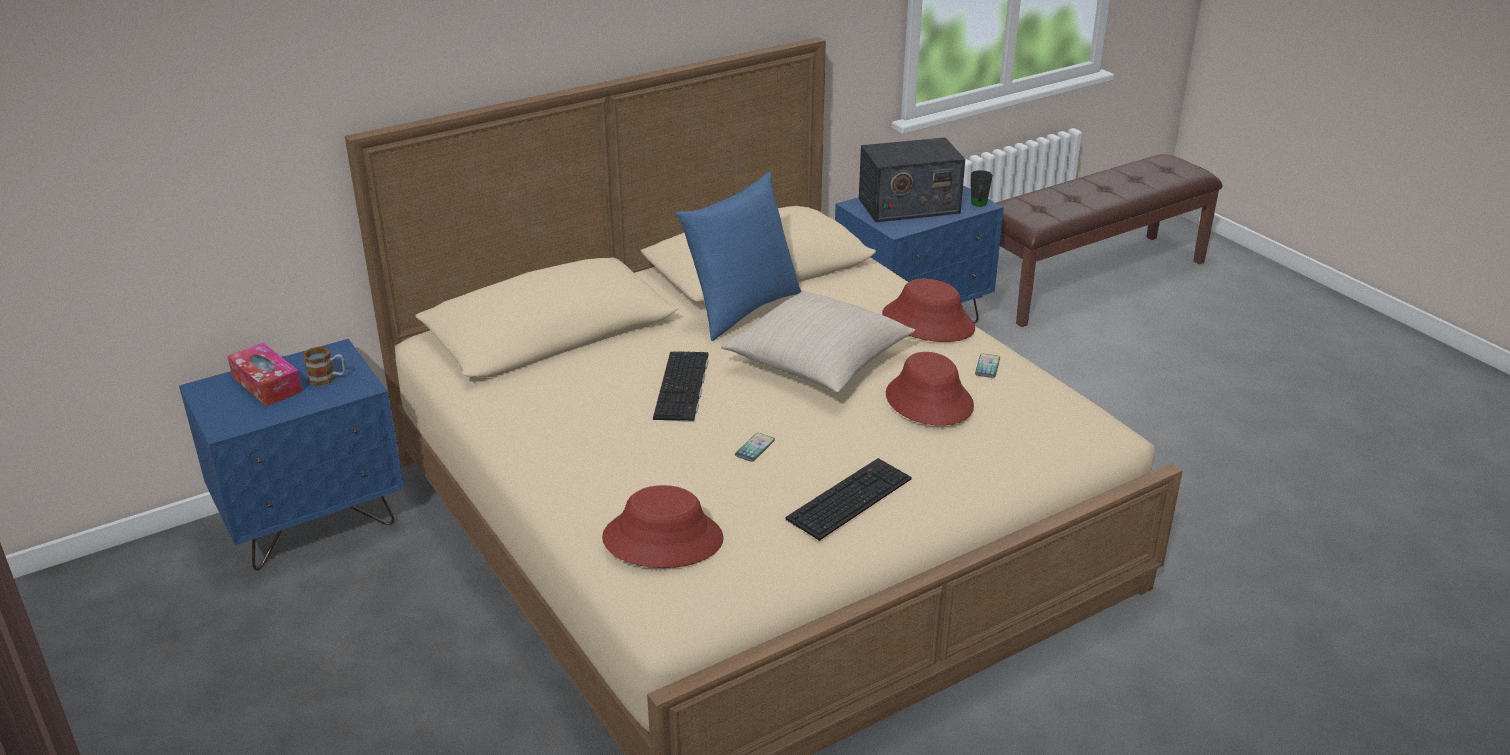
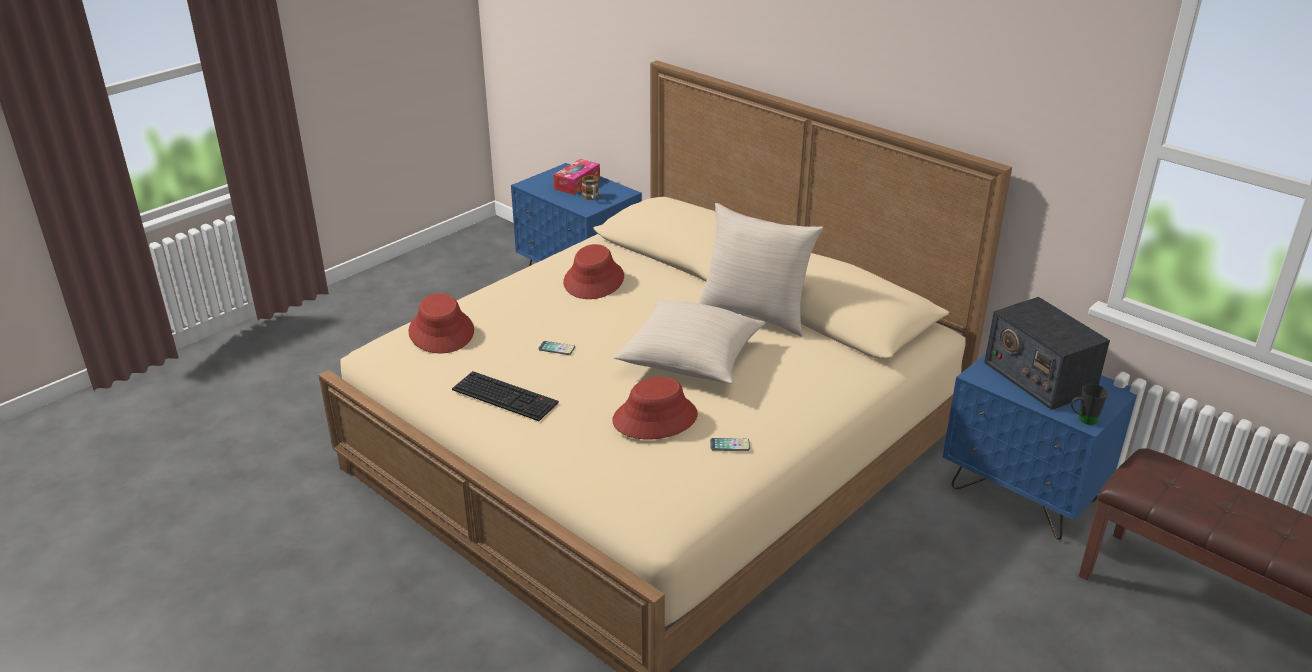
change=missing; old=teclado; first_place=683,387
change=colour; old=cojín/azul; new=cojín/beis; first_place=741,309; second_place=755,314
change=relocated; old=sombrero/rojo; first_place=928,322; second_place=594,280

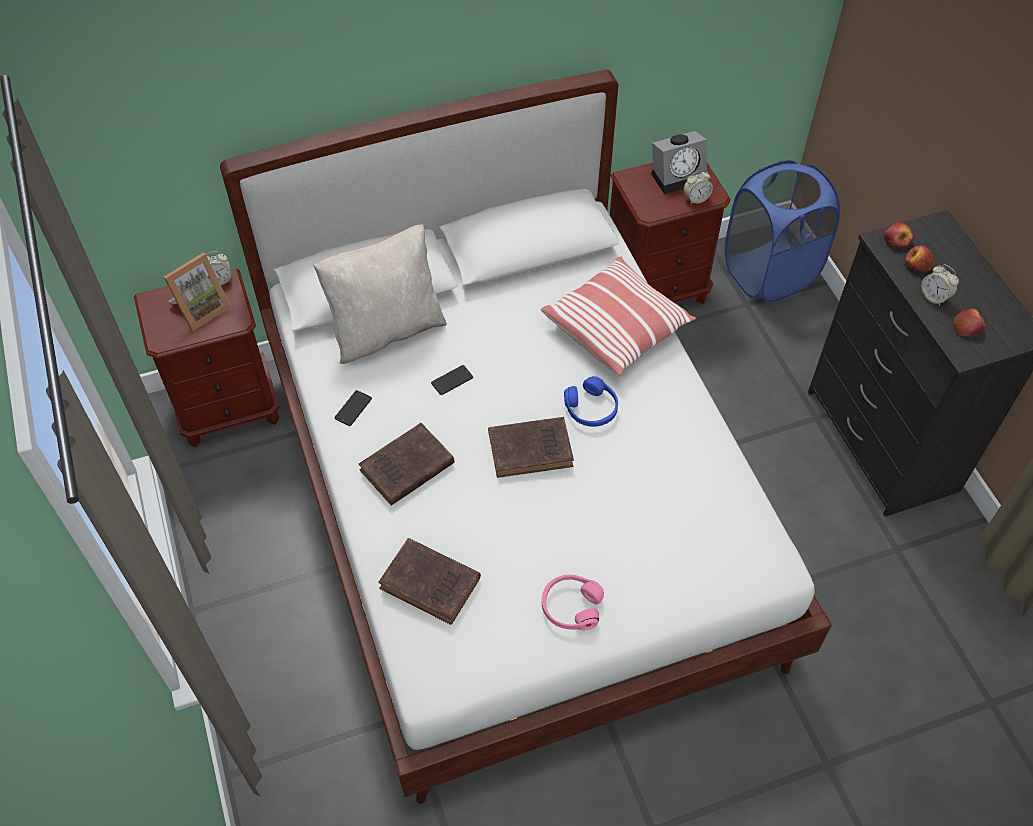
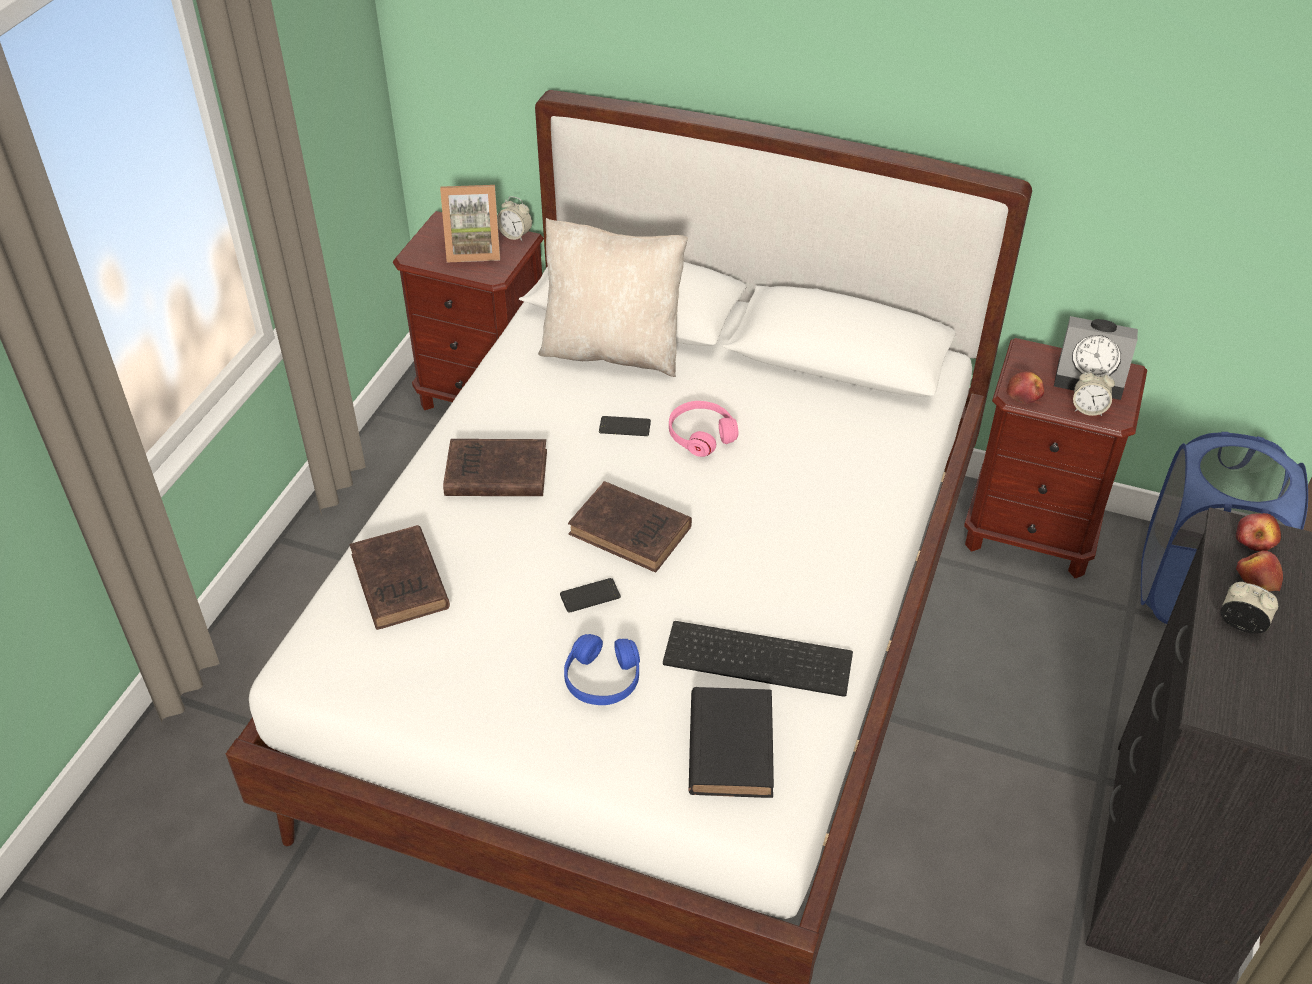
change=relocated; old=móvil; first_place=353,408; second_place=590,596
change=missing; old=cojín; first_place=617,327
change=relocated; old=auriculares/rosa; first_place=571,606; second_place=701,435
change=relocated; old=auriculares/azul; first_place=591,408; second_place=602,679
change=spun; old=despertador; first_place=934,296; second_place=1241,625; degrees=120
change=relocated; old=manzana; first_place=967,327; second_place=1024,394
change=appeared; new=teclado; second_place=760,656
change=appeared; new=libro/negro; second_place=731,743

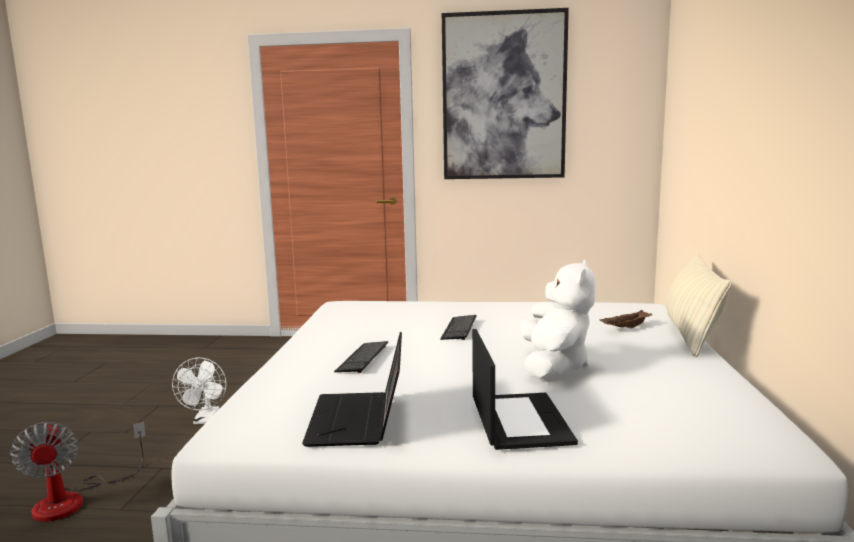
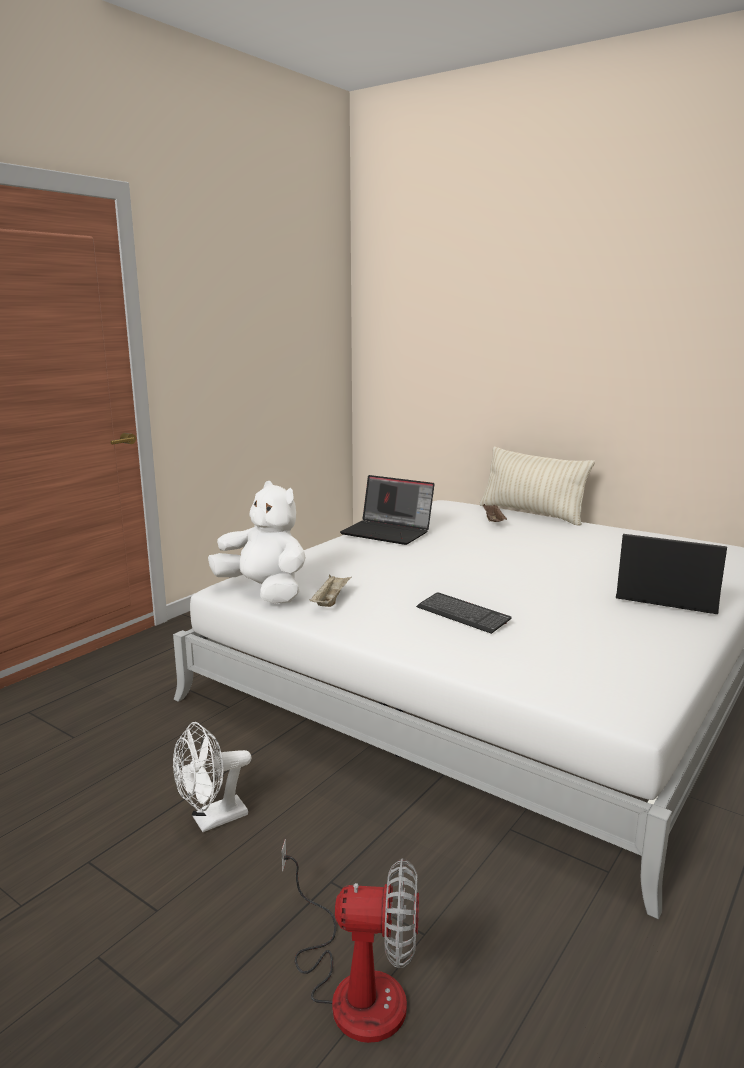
change=spun; old=ventilador/blanco; first_place=205,420; second_place=212,820; degrees=120
change=relocated; old=portátil; first_place=359,420; second_place=388,532
change=missing; old=teclado; first_place=459,329
change=missing; old=cuadro; first_place=503,97
change=relocated; old=peluche/blanco; first_place=554,367; second_place=264,592
change=appeared; new=bandeja/beis; second_place=330,601

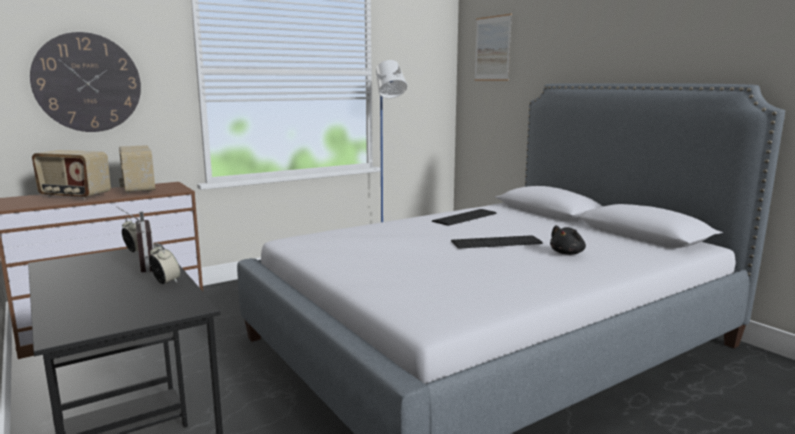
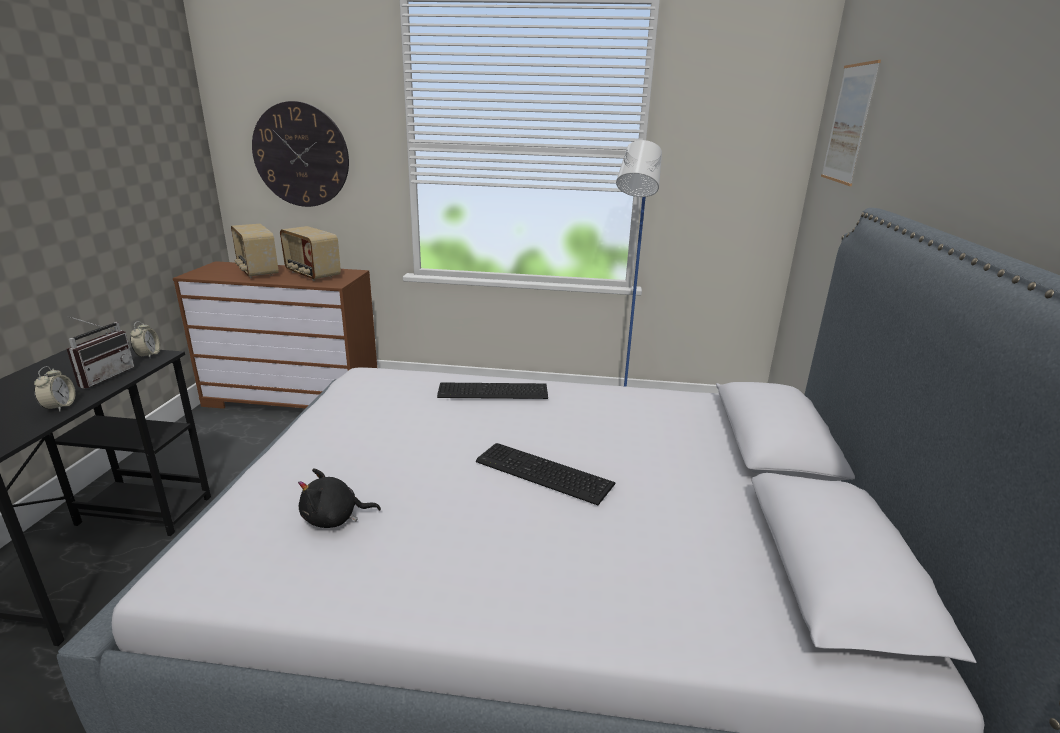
change=spun; old=radio; first_place=138,189; second_place=312,274; degrees=-60
change=relocated; old=teclado; first_place=466,217; second_place=494,392
change=relocated; old=peluche/negro; first_place=567,253; second_place=334,519

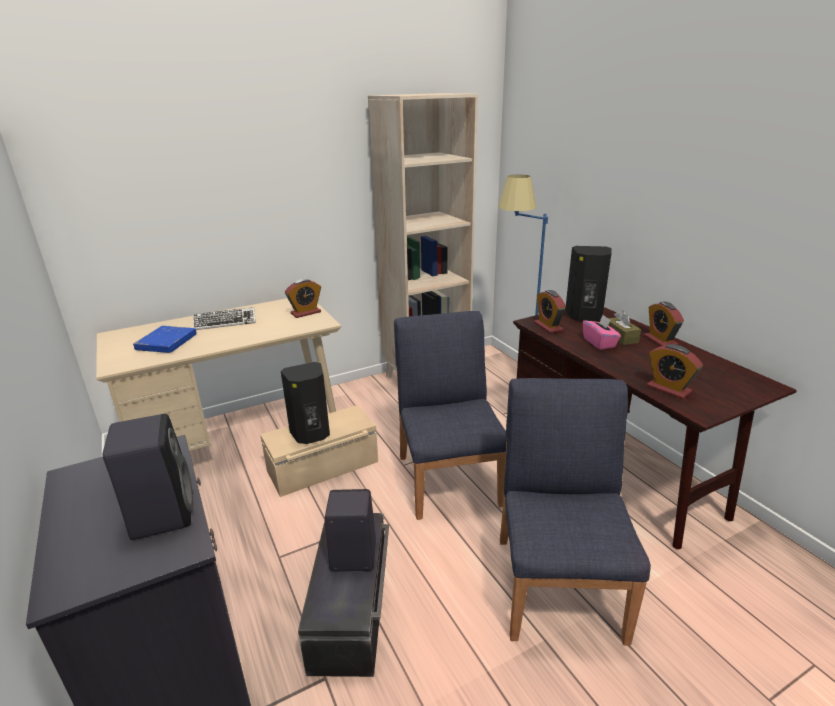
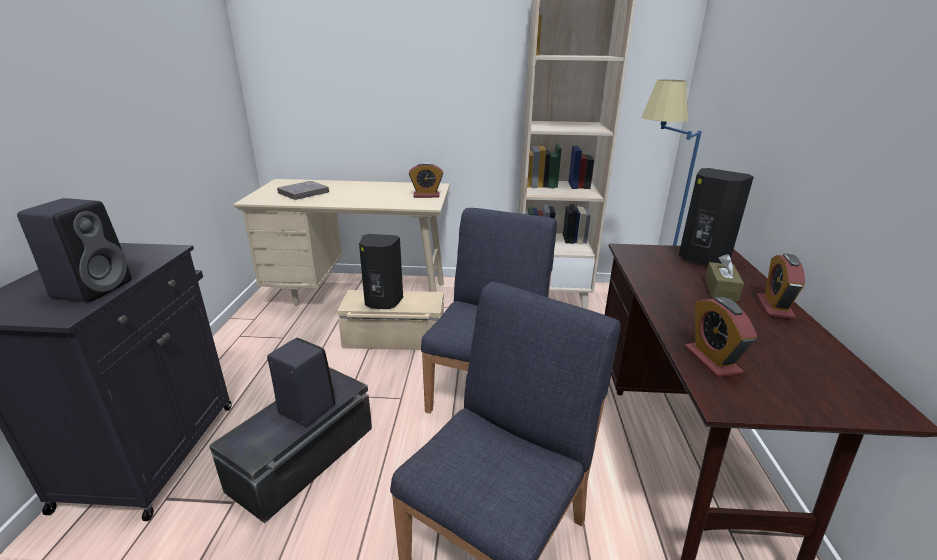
change=colour; old=libro/azul; new=libro/gris; first_place=167,343; second_place=304,193
change=missing; old=teclado; first_place=225,322
change=missing; old=despertador; first_place=548,327
change=missing; old=caja de pañuelos/rosa; first_place=599,343

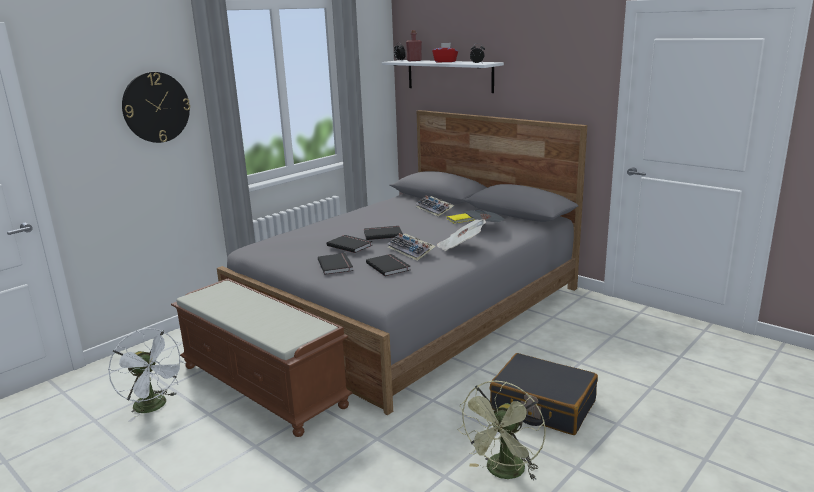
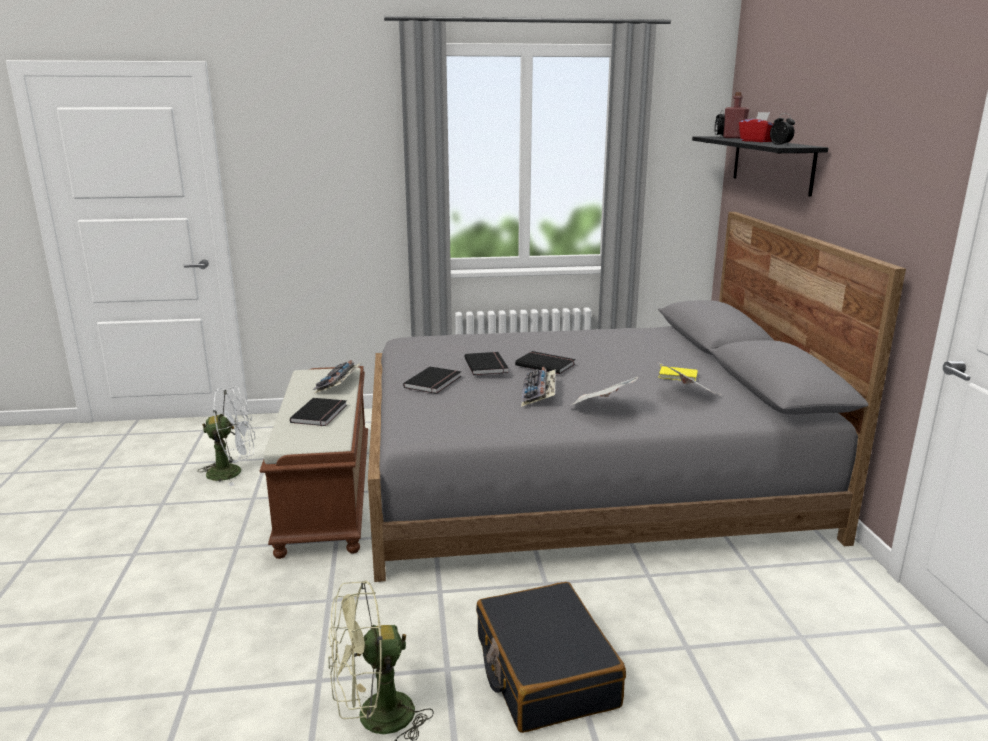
change=spun; old=ventilador/blanco; first_place=155,406; second_place=232,472; degrees=-90
change=missing; old=reloj de pared; first_place=156,107
change=relocated; old=libro/negro; first_place=389,266; second_place=321,414
change=colour; old=estante/blanco; new=estante/negro; first_place=449,75; second_place=772,164
change=relocated; old=teclado; first_place=435,210; second_place=338,383

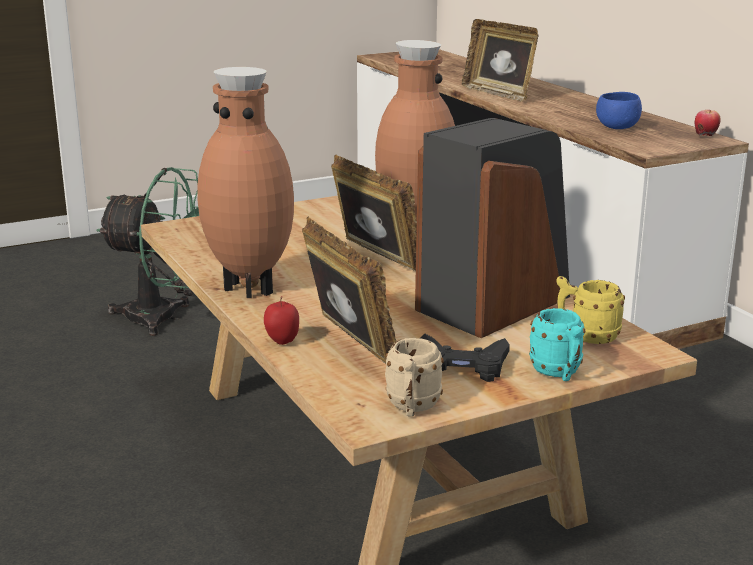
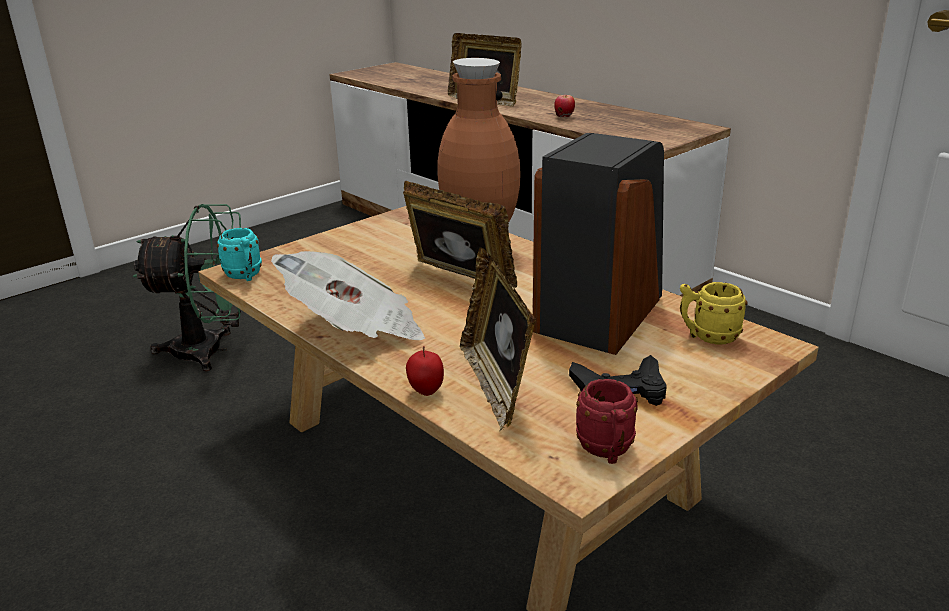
change=exchanged; old=florero/marrón; new=periódico; first_place=251,288; second_place=356,330
change=spun; old=portarretratos; first_place=348,346; second_place=496,386; degrees=-150
change=colour; old=taza grande/beis; new=taza grande/rojo; first_place=412,407; second_place=607,451
change=relocated; old=taza grande/turquesa; first_place=559,373; second_place=245,276
change=missing; old=cuenco/azul; first_place=617,127
change=relocated; old=manzana; first_place=705,136; second_place=564,117

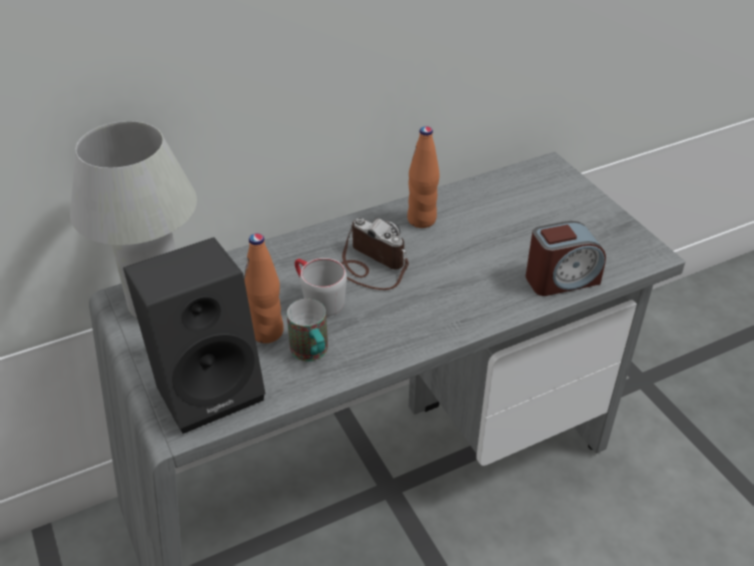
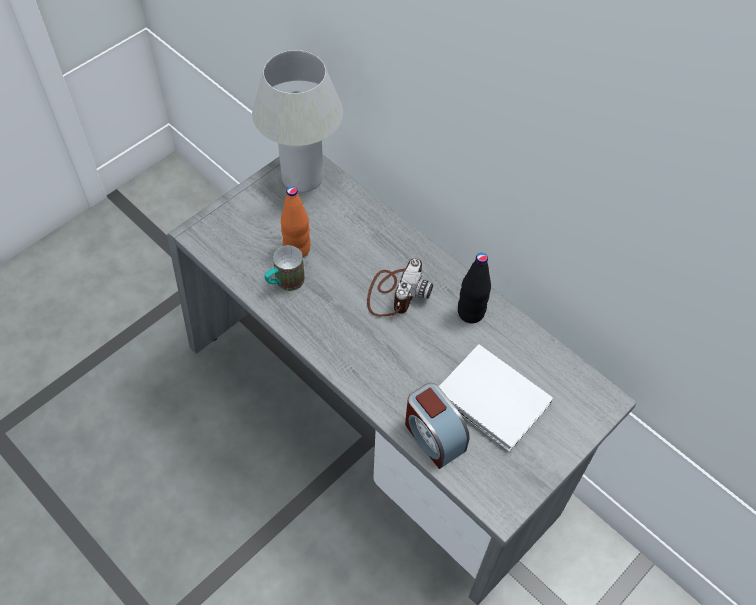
change=missing; old=altavoz/negro; first_place=209,386
change=missing; old=taza grande/gris; first_place=317,298
change=colour; old=botella/naranja; new=botella/negro; first_place=422,220; second_place=470,313
change=appeared; new=libro/blanco; second_place=494,401

